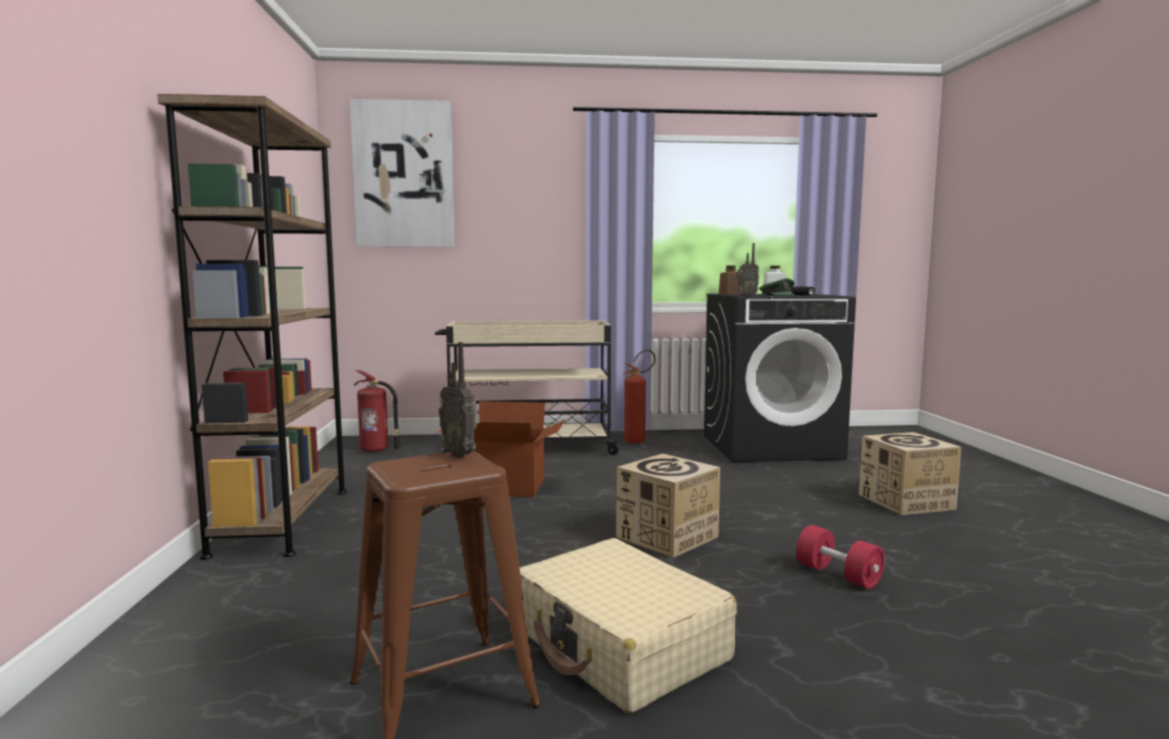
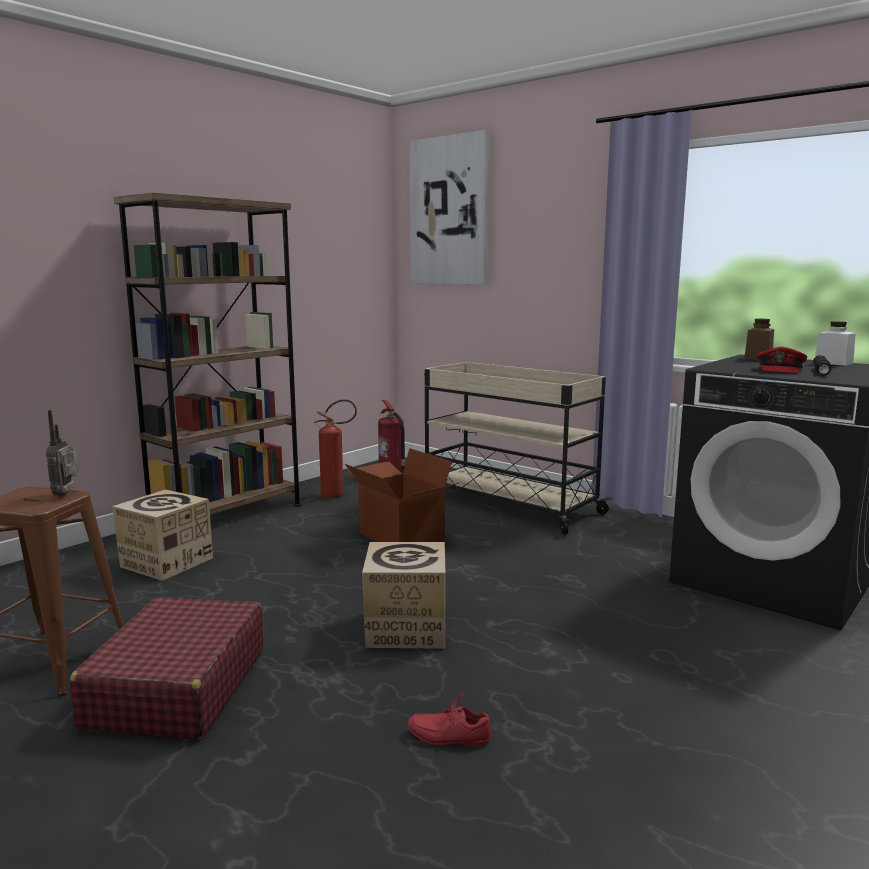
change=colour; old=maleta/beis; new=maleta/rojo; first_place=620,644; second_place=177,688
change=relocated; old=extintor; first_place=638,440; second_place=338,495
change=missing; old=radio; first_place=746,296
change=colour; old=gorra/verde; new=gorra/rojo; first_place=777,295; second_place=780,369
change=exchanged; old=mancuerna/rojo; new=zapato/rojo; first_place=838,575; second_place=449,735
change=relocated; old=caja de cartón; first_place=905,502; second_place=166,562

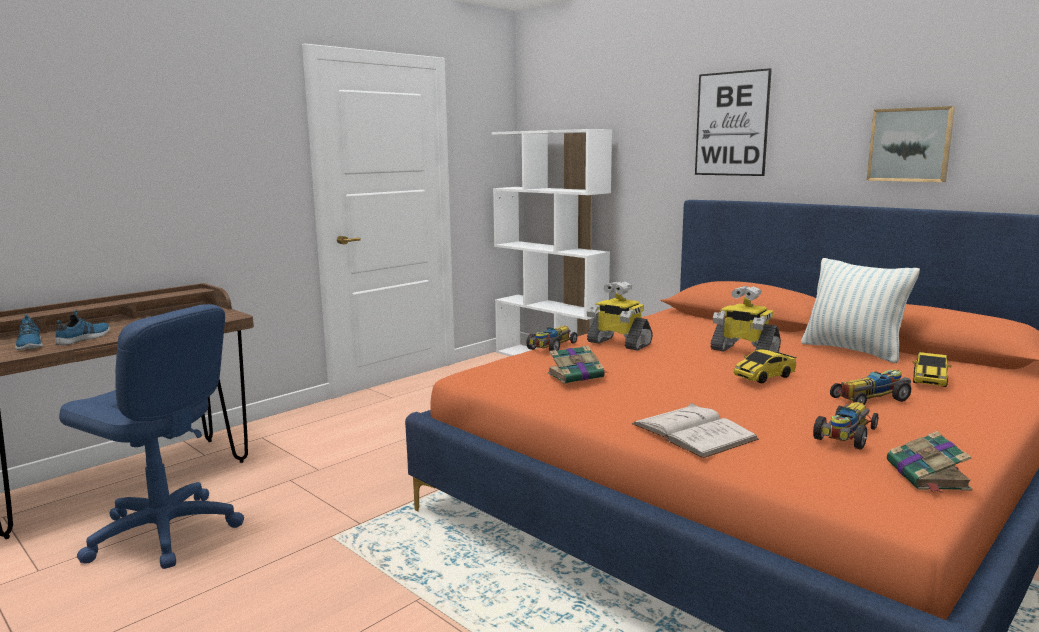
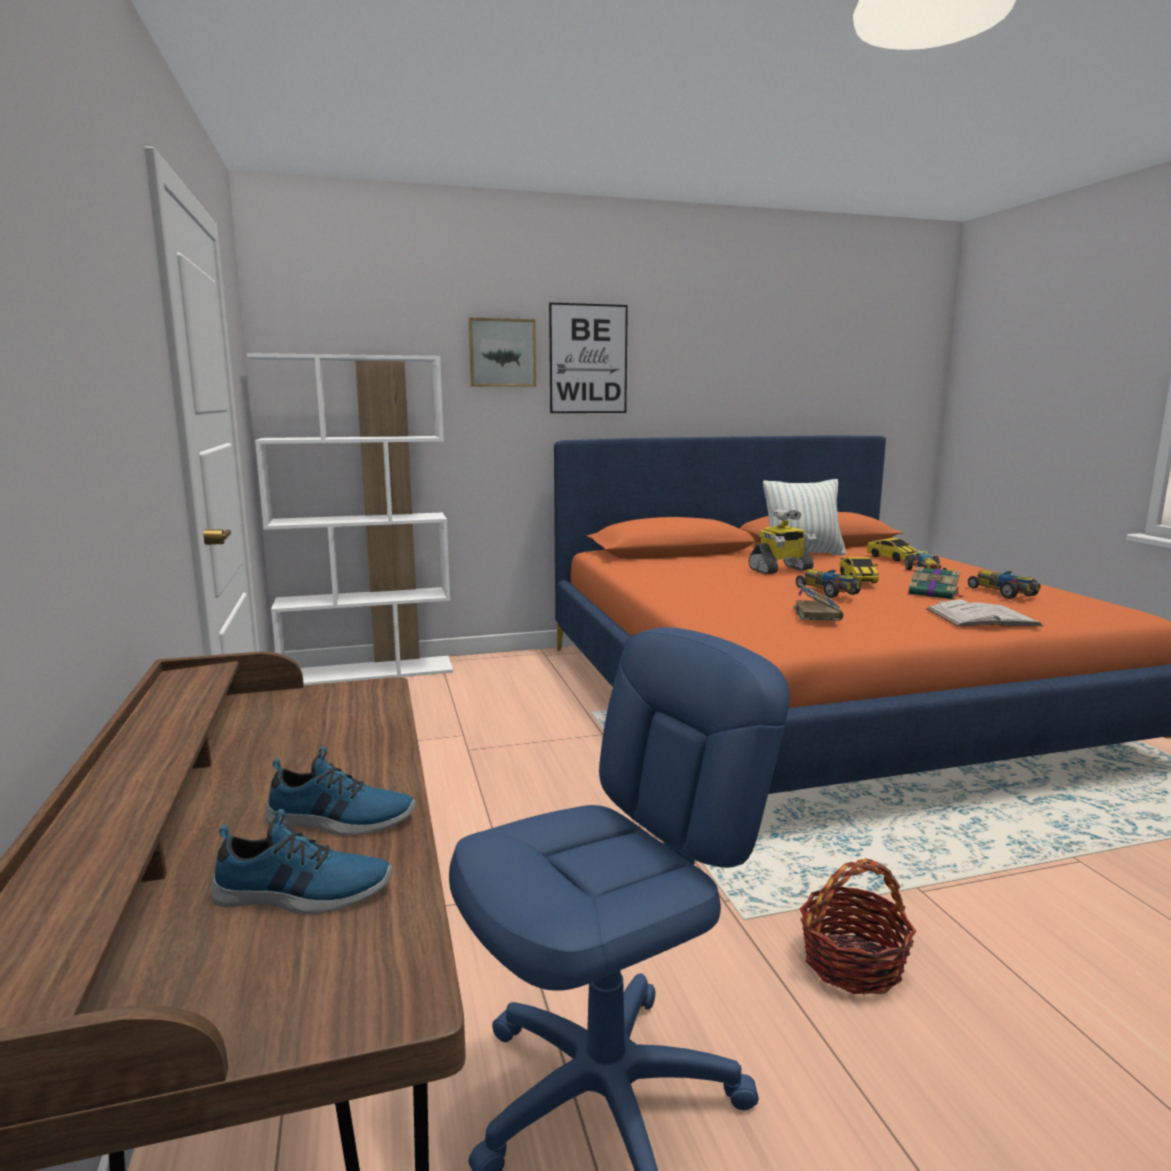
change=spun; old=zapato; first_place=85,338; second_place=340,820; degrees=135
change=relocated; old=coche de juguete; first_place=551,347; second_place=829,592
change=missing; old=robot de juguete; first_place=618,343
change=relocated; old=cuadro; first_place=910,145; second_place=502,353
change=relocated; old=libro; first_place=928,476; second_place=934,594
change=appeared; new=cesta; second_place=852,963

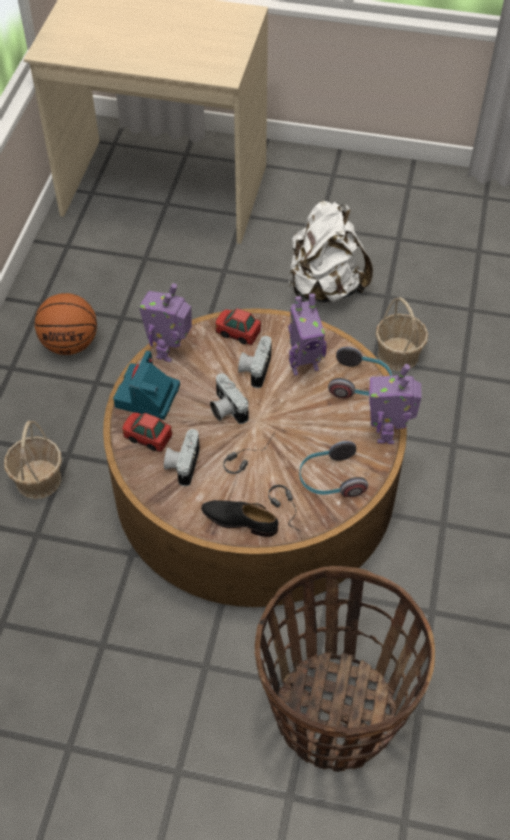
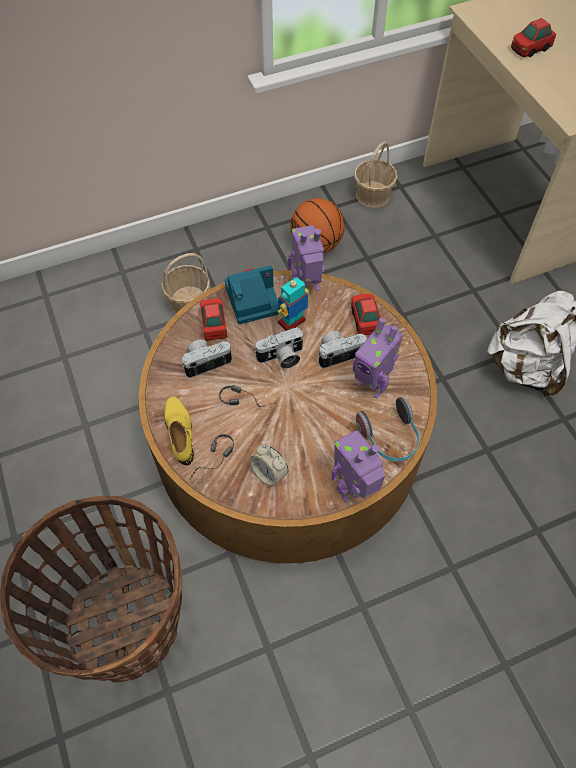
change=colour; old=zapato/negro; new=zapato/amarillo; first_place=239,521; second_place=180,432
change=spun; old=cámara; first_place=226,409; second_place=281,358; degrees=-135
change=exchanged; old=auriculares; new=despertador; first_place=330,479; second_place=269,474
change=relocated; old=cesta; first_place=398,354; second_place=373,195
change=appeared; new=robot de juguete; second_place=292,322
change=appeared; new=coche de juguete; second_place=530,49

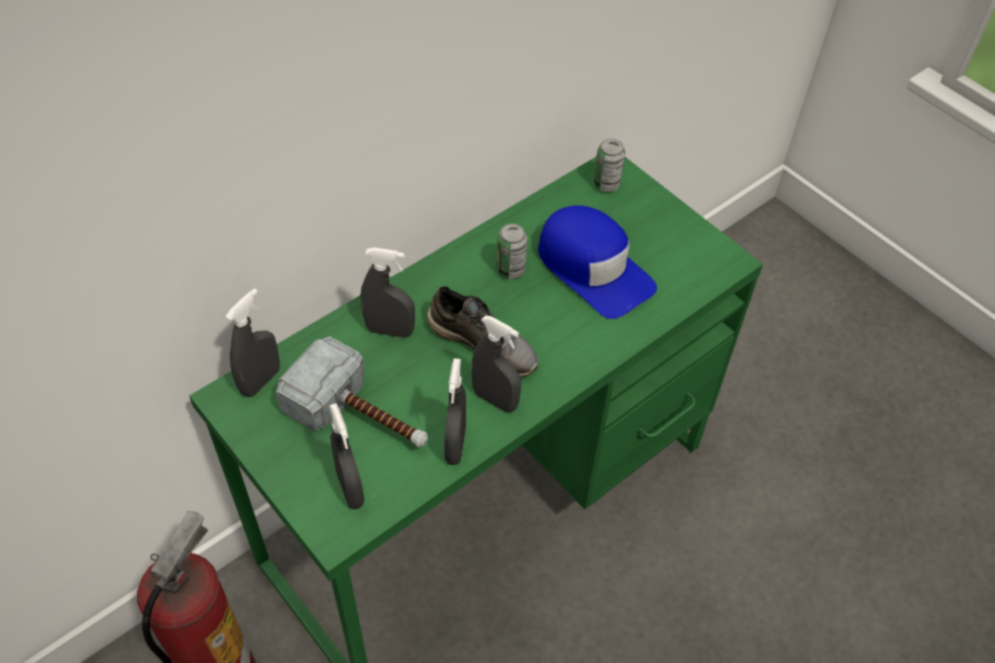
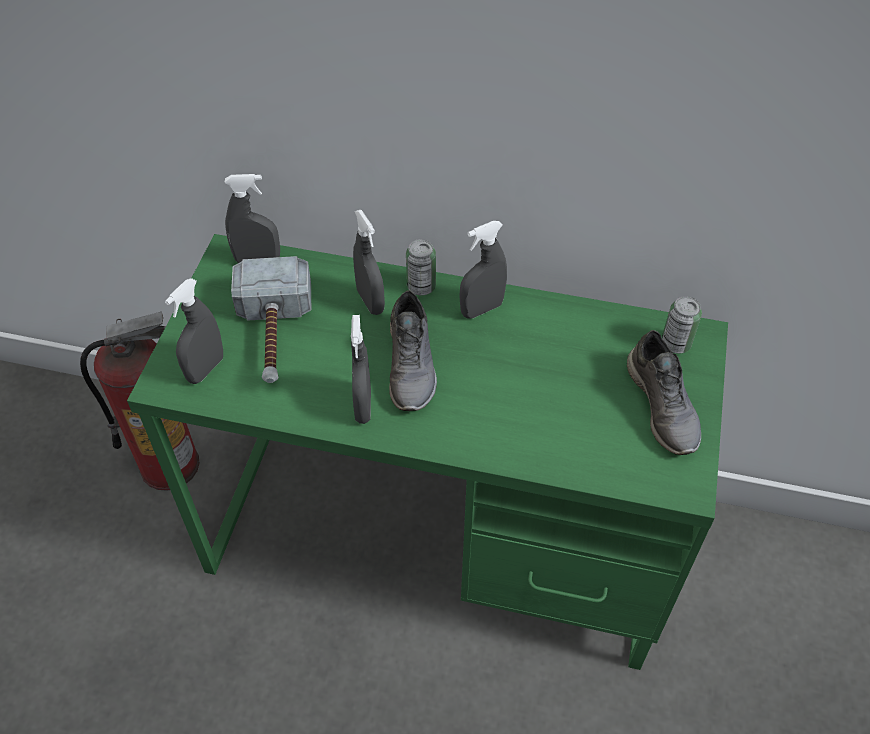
change=relocated; old=pulverizador/gris; first_place=455,445; second_place=481,309
change=relocated; old=lata; first_place=510,270; second_place=421,286
change=missing; old=gorra/azul; first_place=593,269
change=appeared; new=zapato/gris; second_place=663,405

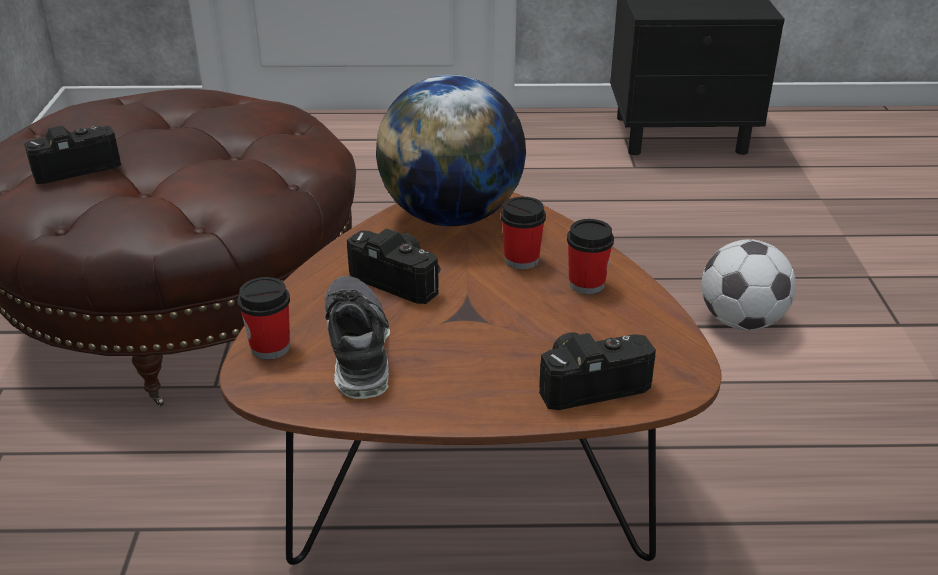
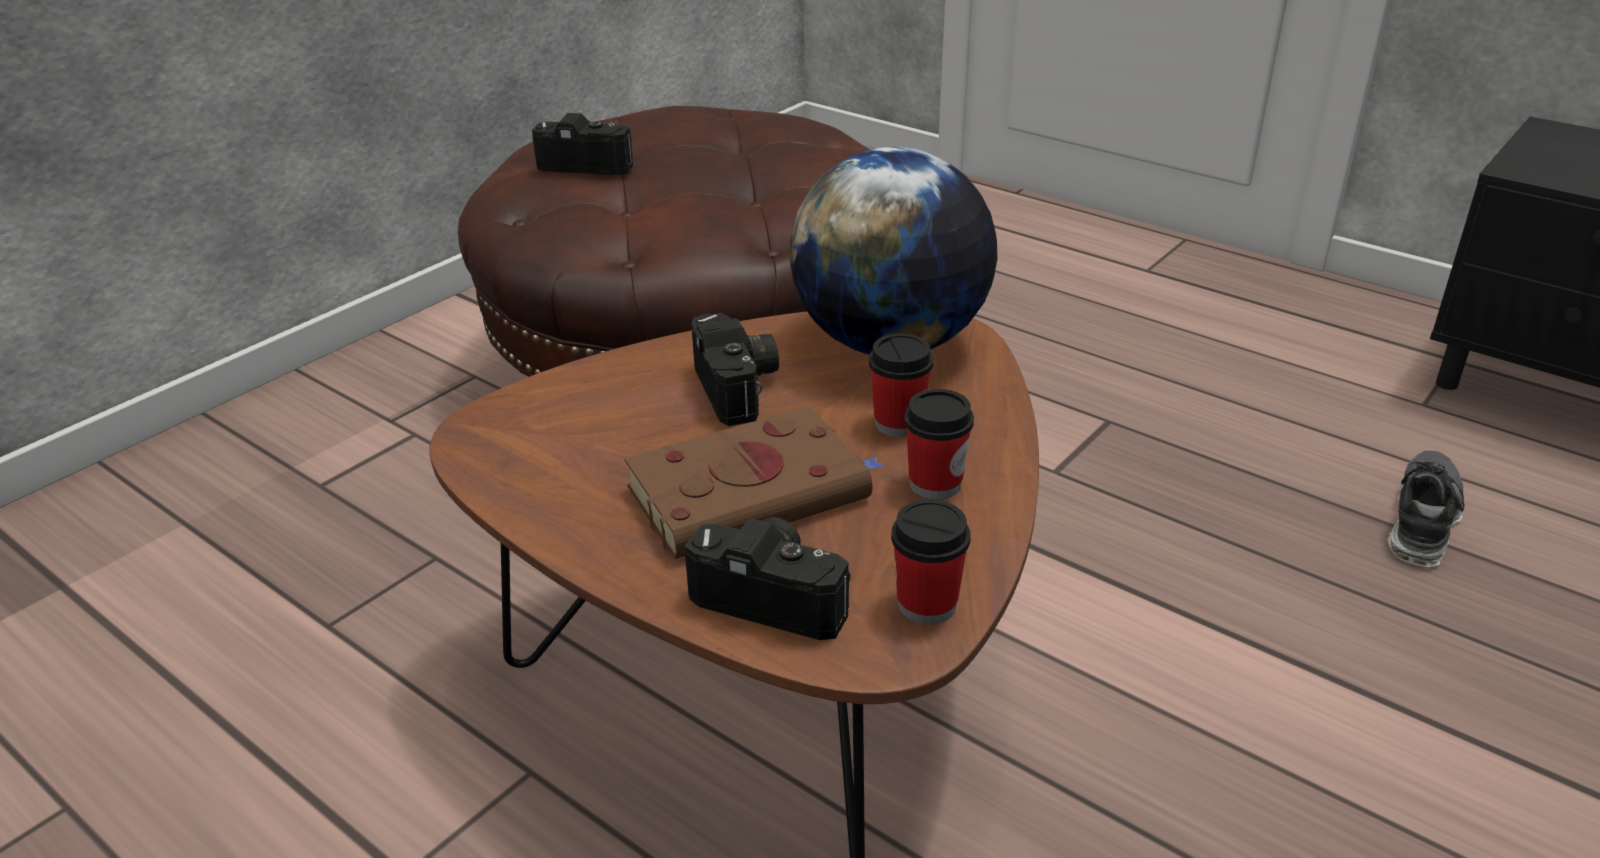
change=relocated; old=taza; first_place=270,347; second_place=927,604
change=relocated; old=zapato; first_place=357,349; second_place=1421,521
change=missing; old=balón de fútbol; first_place=741,321
change=appeared; new=libro/marrón; second_place=754,492

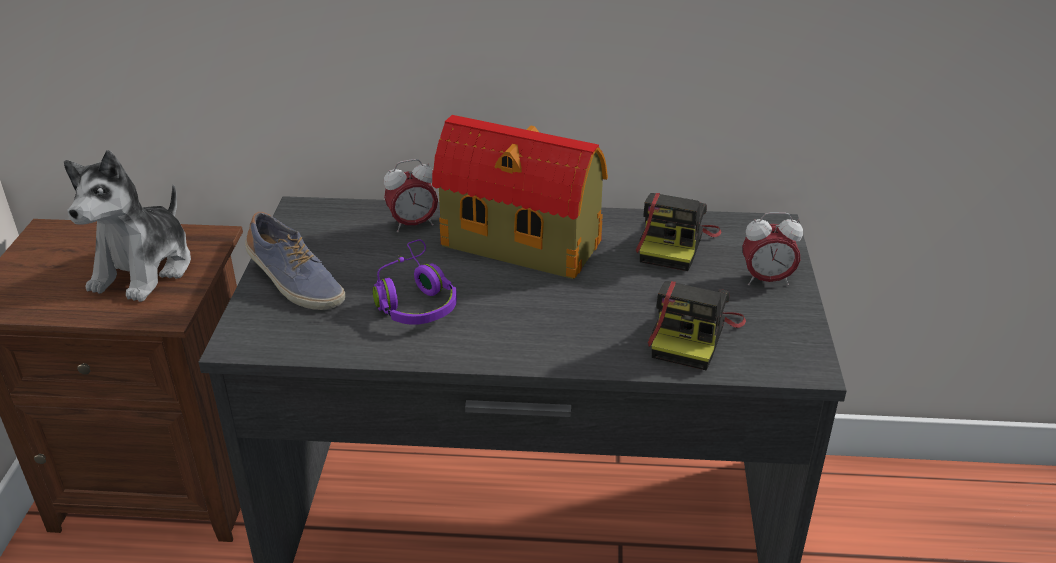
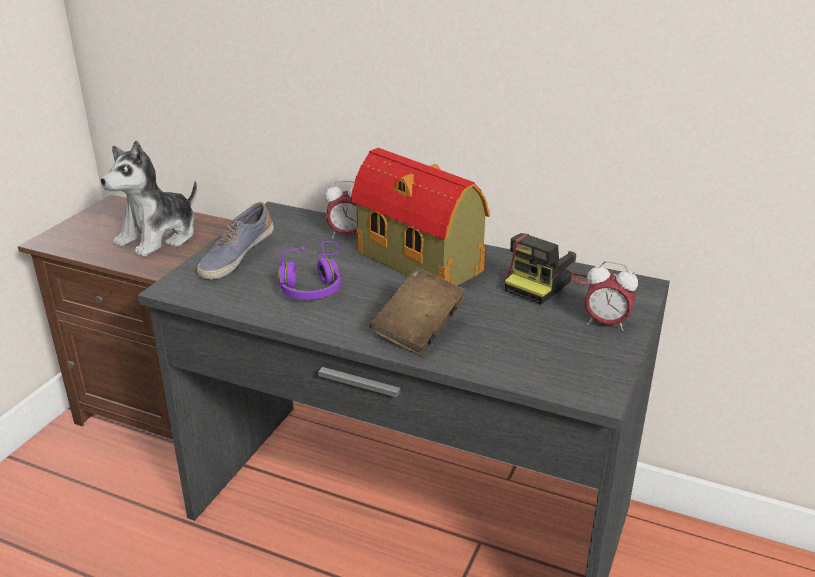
change=spun; old=zapato; first_place=294,282; second_place=236,257; degrees=60
change=missing; old=cámara; first_place=693,335
change=appeared; new=libro/marrón; second_place=418,330

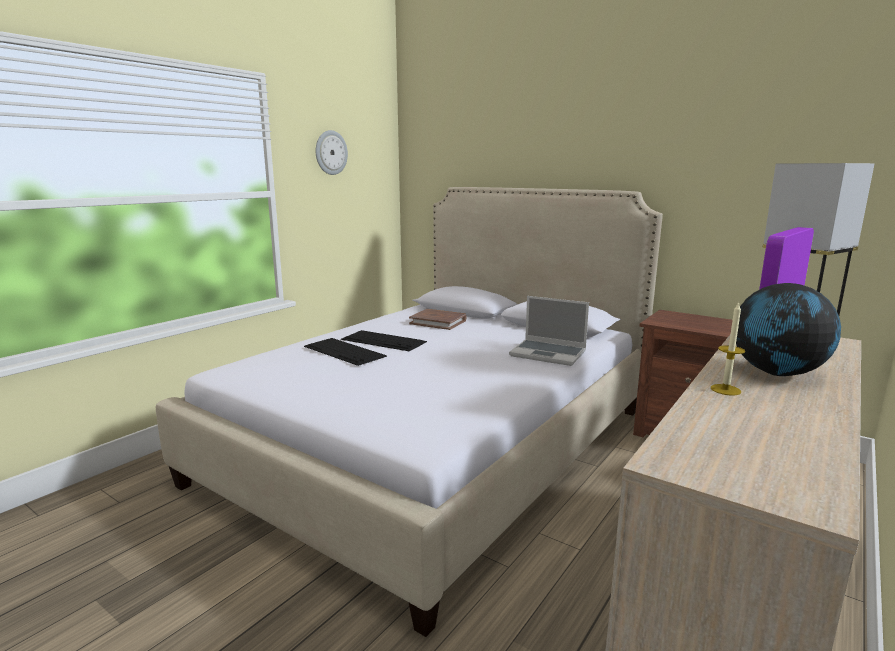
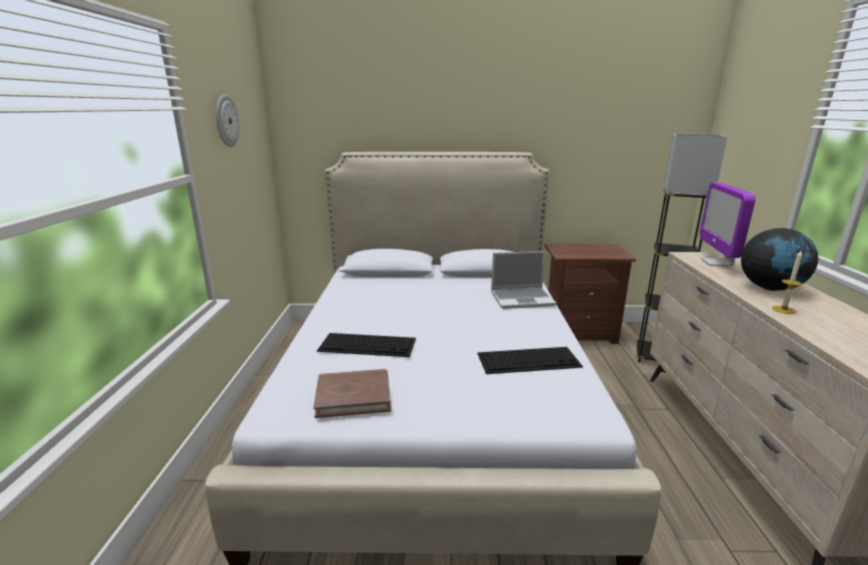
change=relocated; old=teclado; first_place=384,340; second_place=529,359
change=relocated; old=libro/marrón; first_place=438,322; second_place=353,396

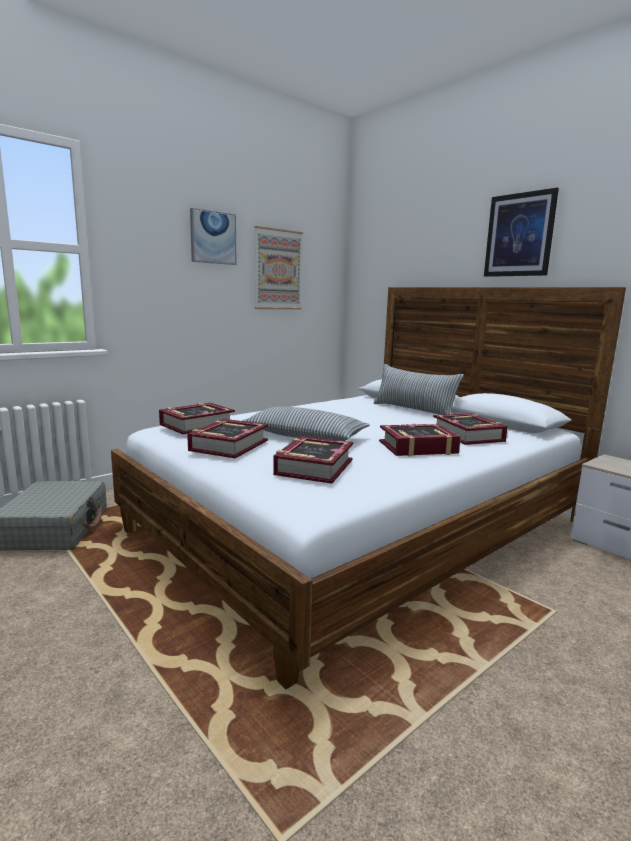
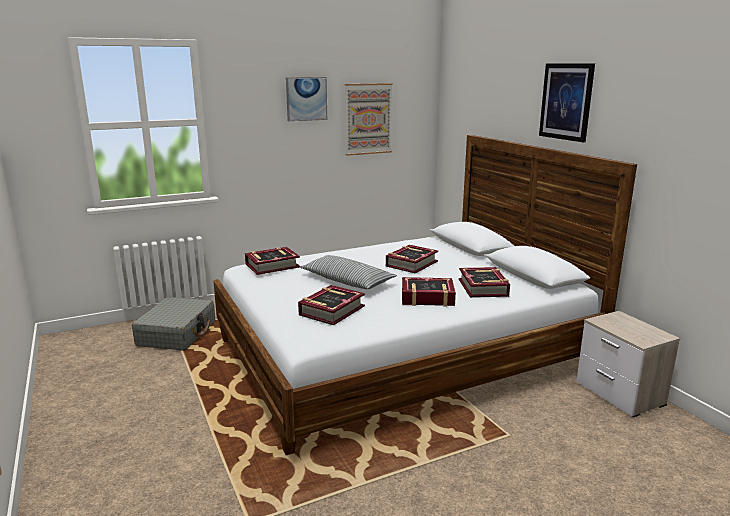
change=relocated; old=libro; first_place=228,445; second_place=411,264
change=missing; old=cojín; first_place=413,410

